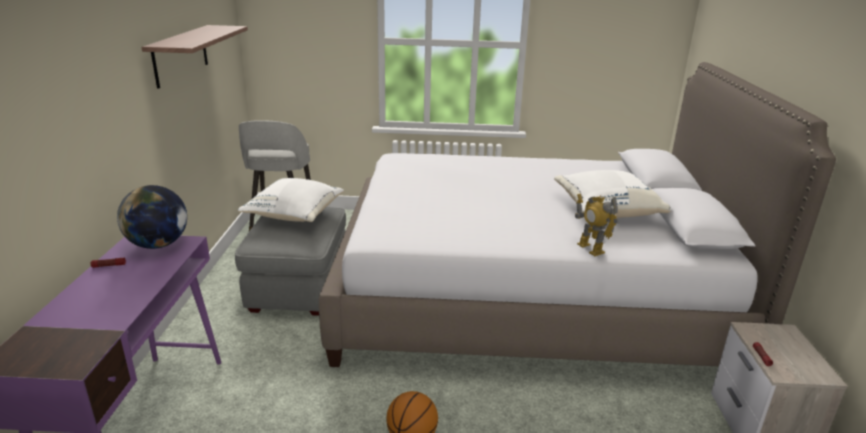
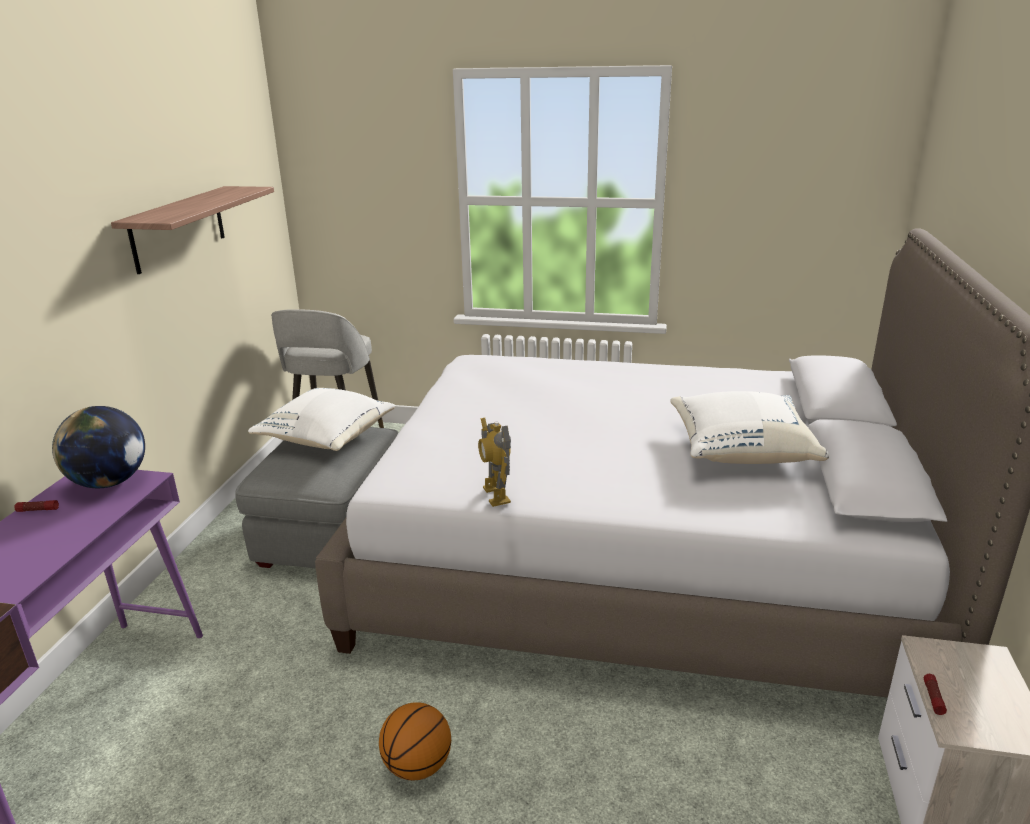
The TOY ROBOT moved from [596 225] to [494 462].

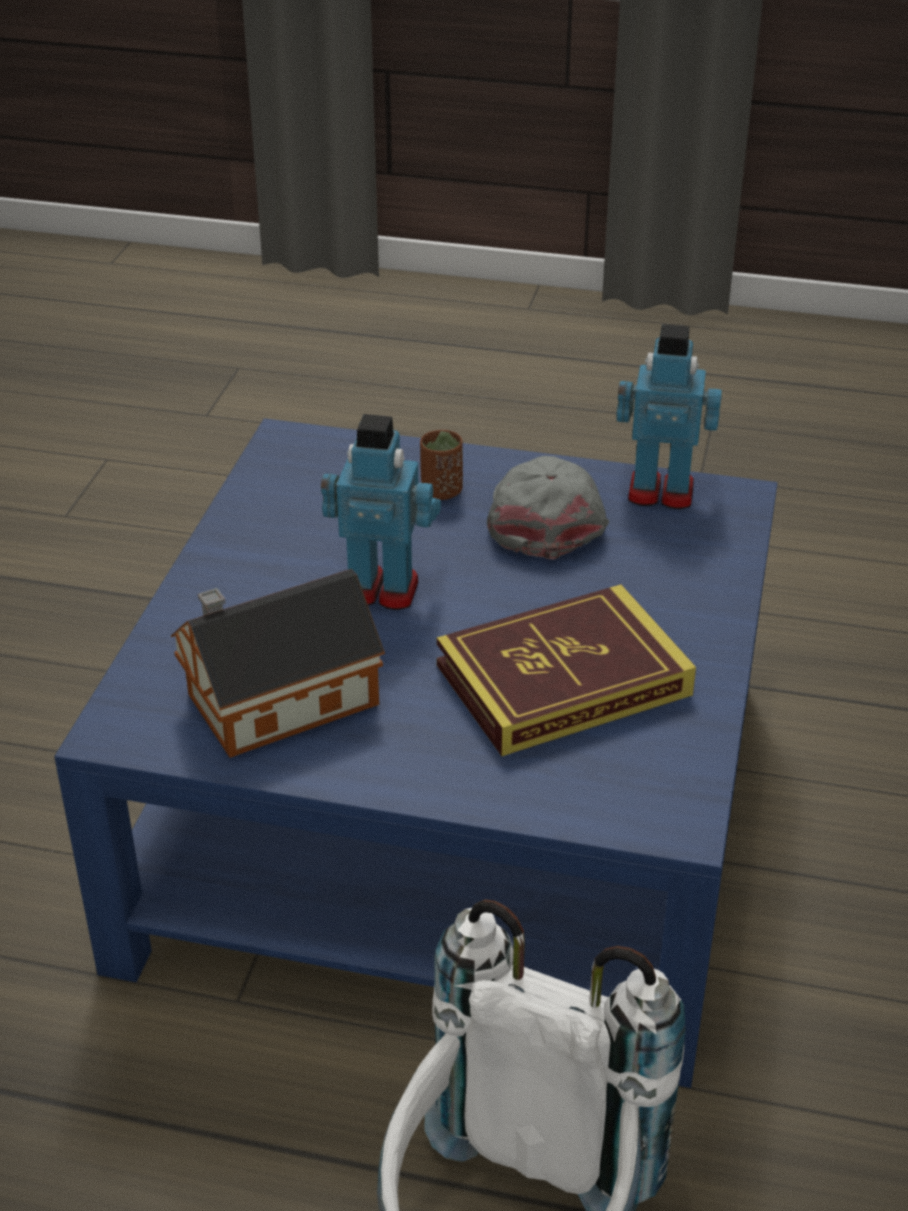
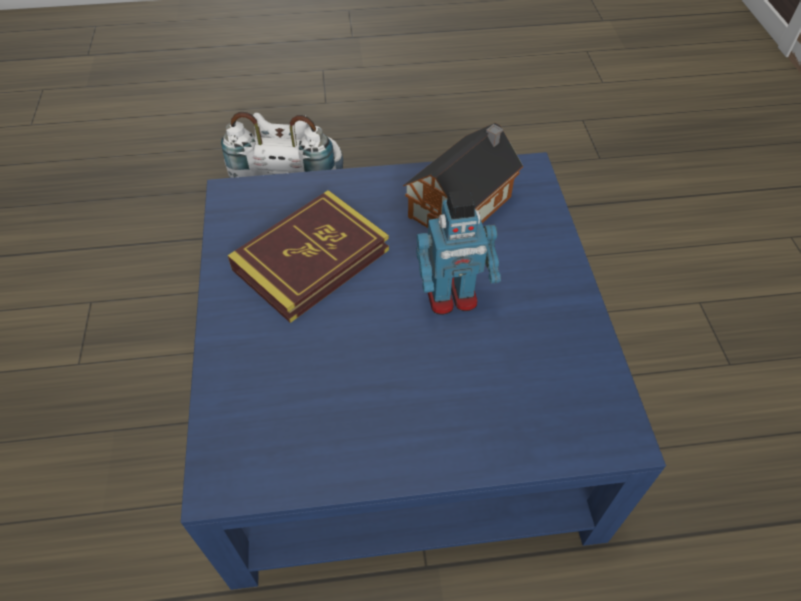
The TOY ROBOT at [669 417] disappeared.
The BROWN CUP at [441 465] disappeared.
The GREY CAP at [548 508] disappeared.

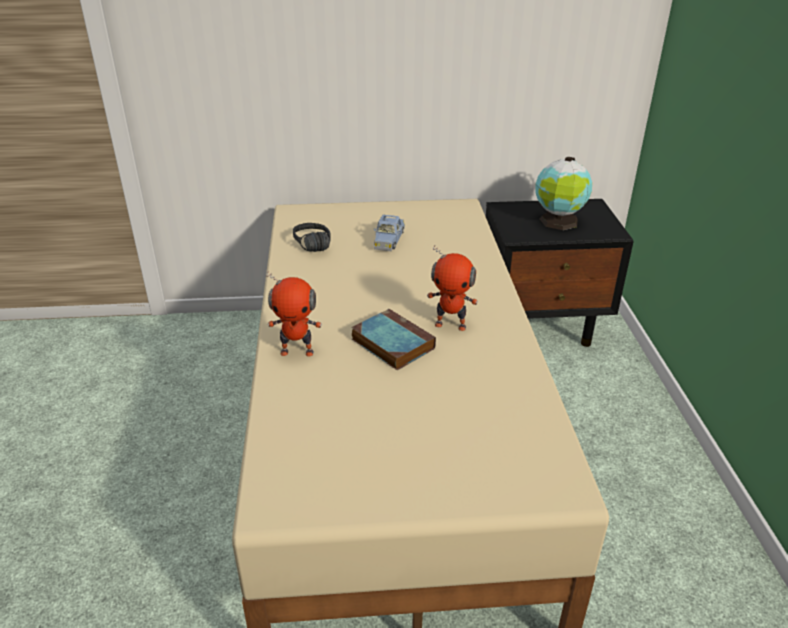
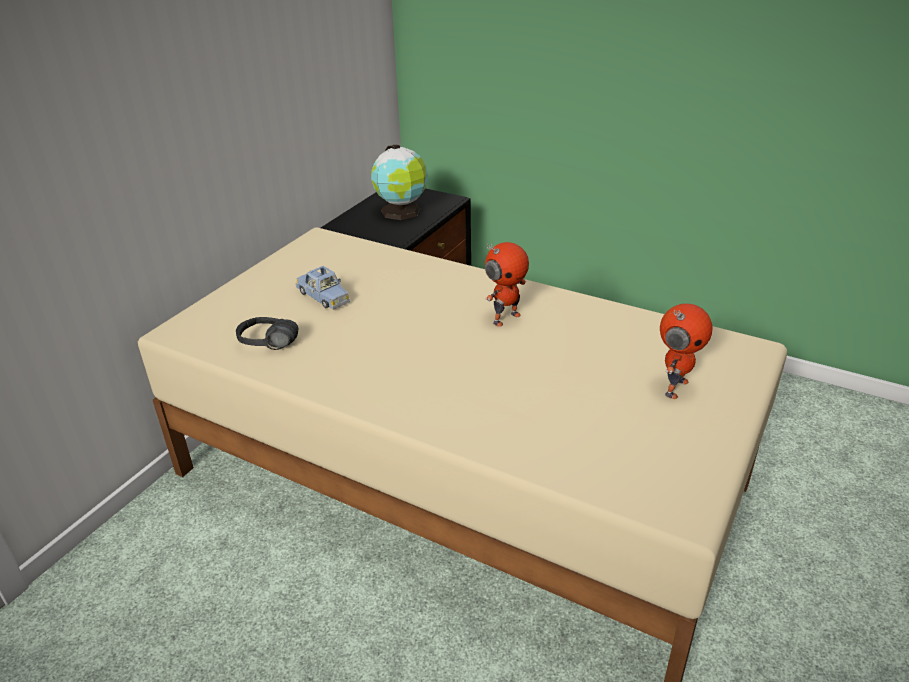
The TOY ROBOT moved from [294 313] to [686 351].
The BOOK at [393 339] disappeared.

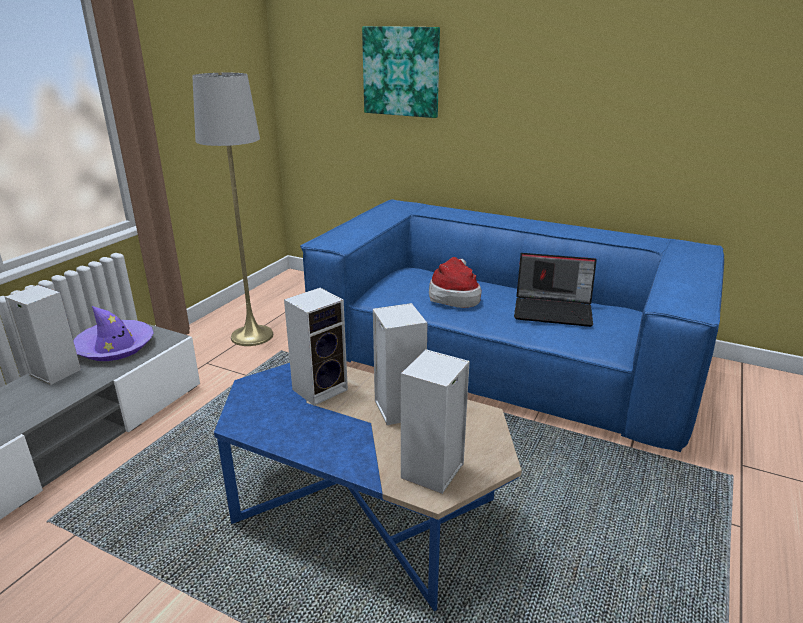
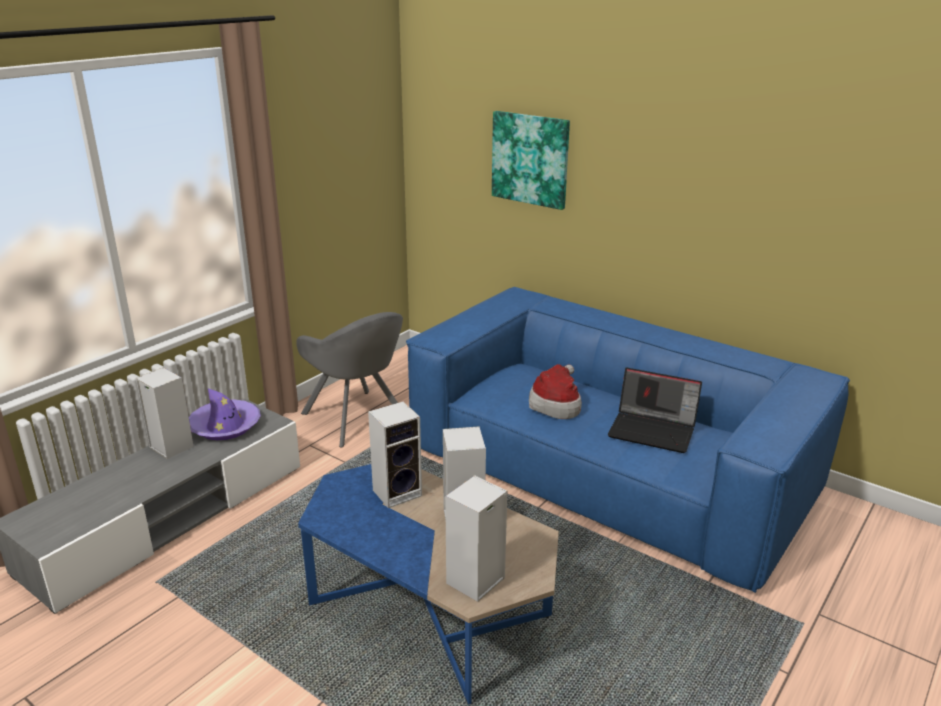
The GREY FLOOR LAMP at [232 209] was replaced by the GREY ARMCHAIR at [349 380].

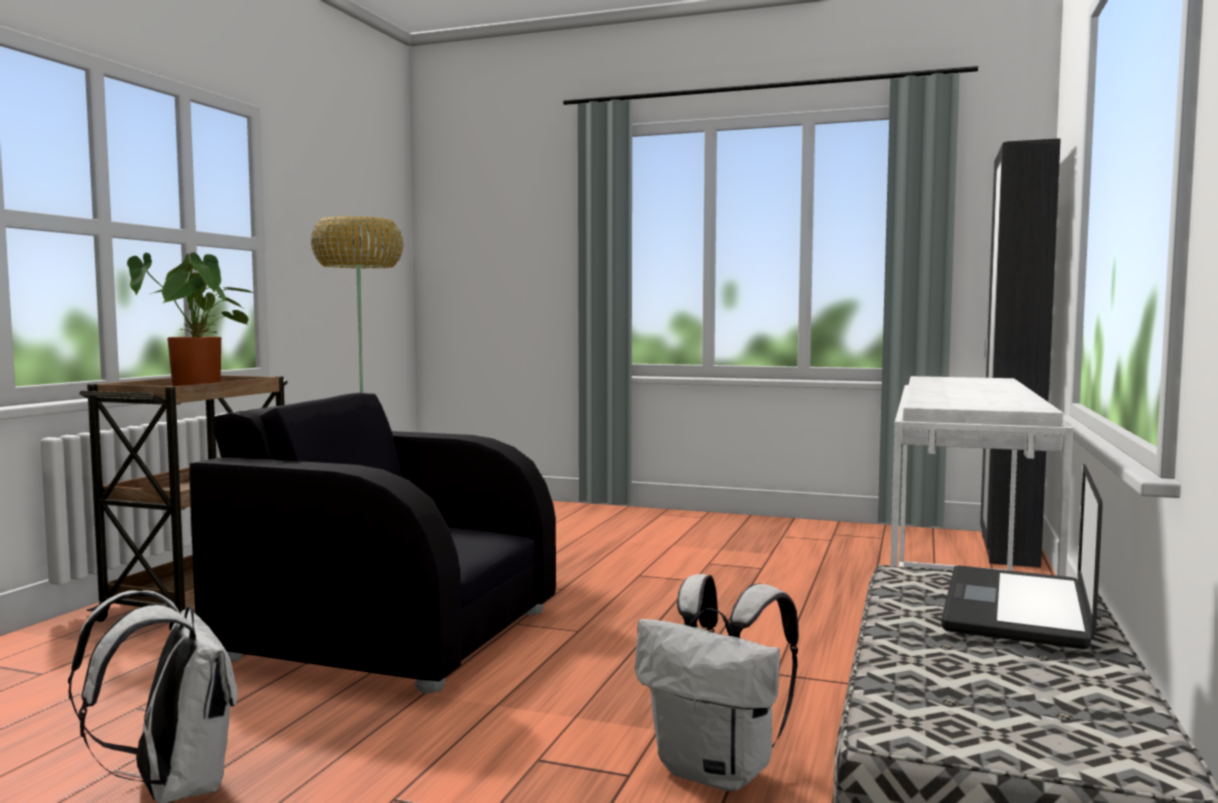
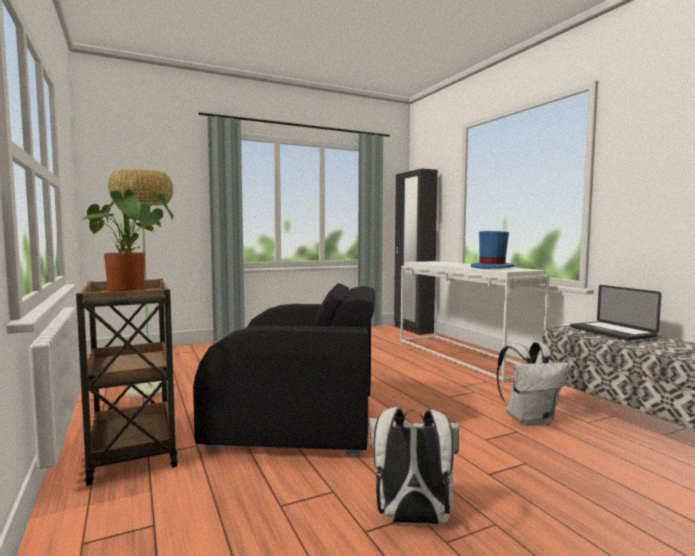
The BLACK ARMCHAIR at [373 543] turned 150 degrees counterclockwise.
The BLUE HAT at [493 250] appeared.

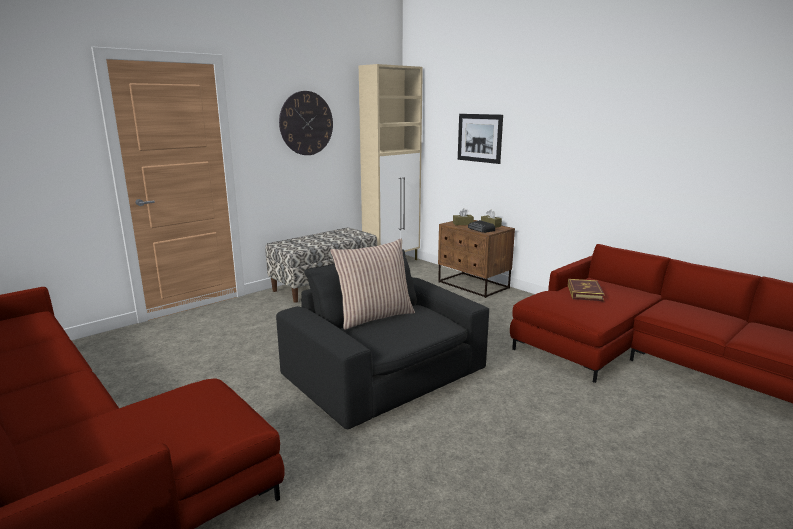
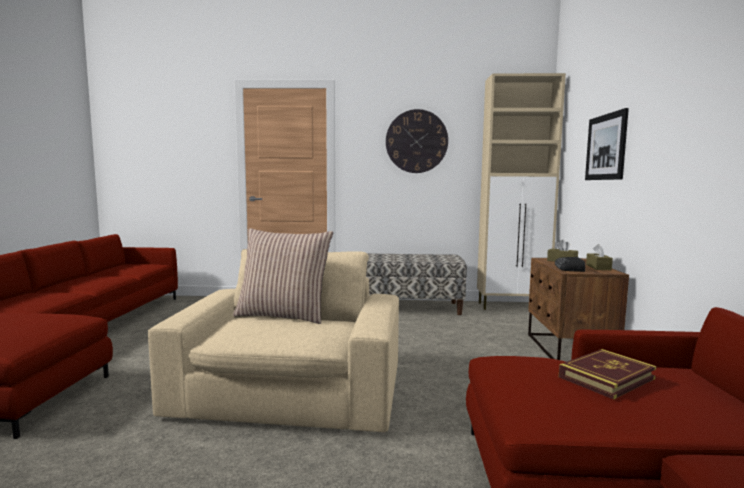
The BLACK ARMCHAIR at [382 339] became the BEIGE ARMCHAIR at [273 340].

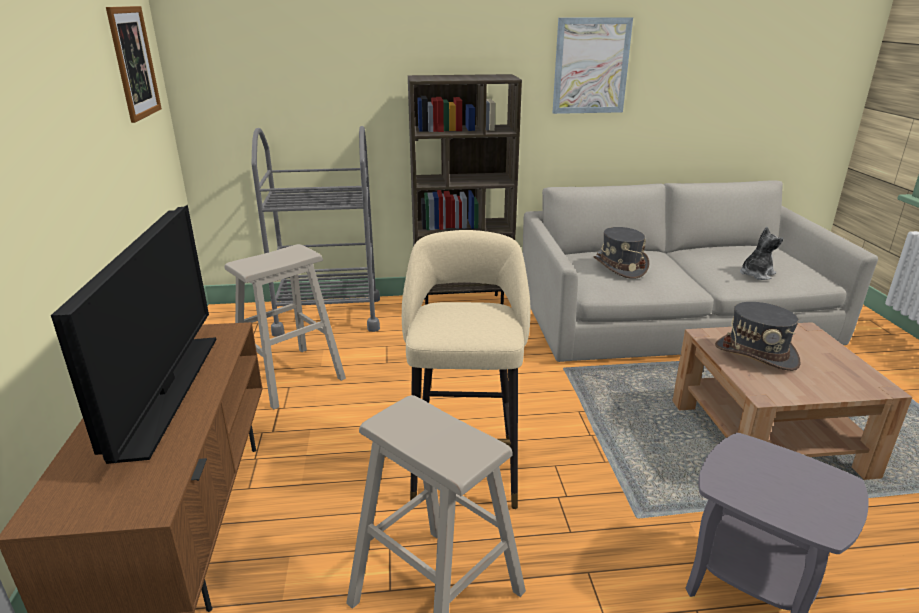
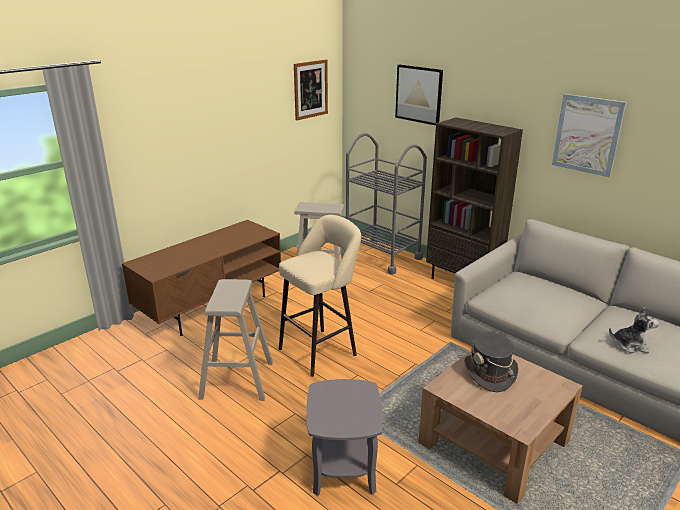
The TELEVISION at [134 334] disappeared.
The GREY HAT at [621 253] disappeared.
The PICTURE at [419 95] appeared.

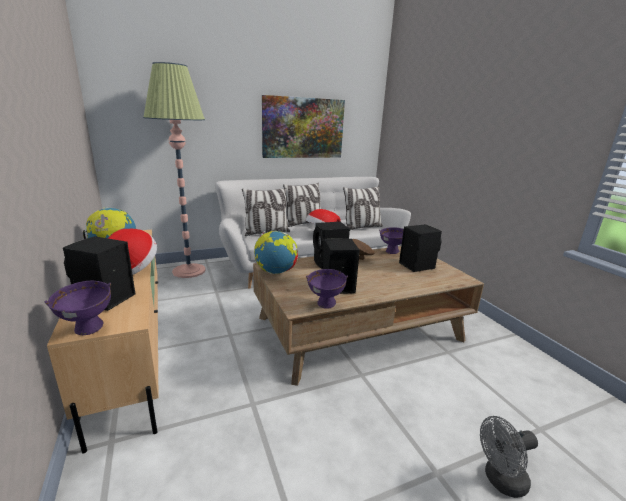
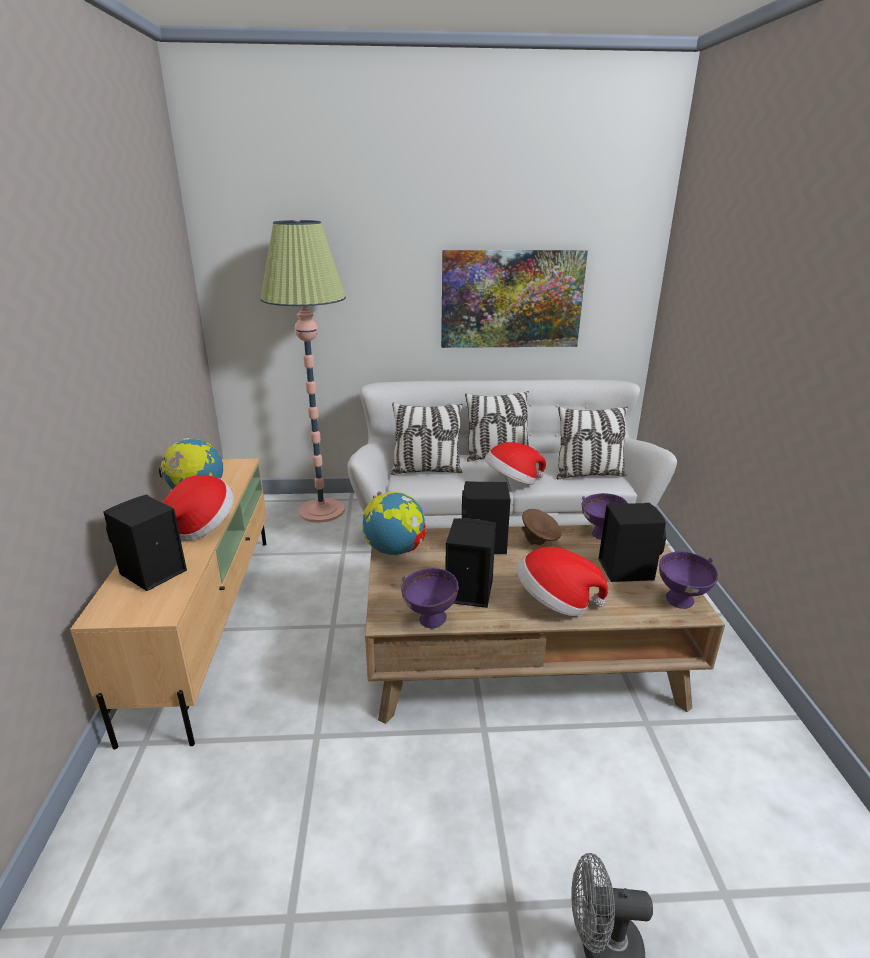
The PURPLE BOWL moved from [78 308] to [688 580].
The HAT at [562 581] appeared.

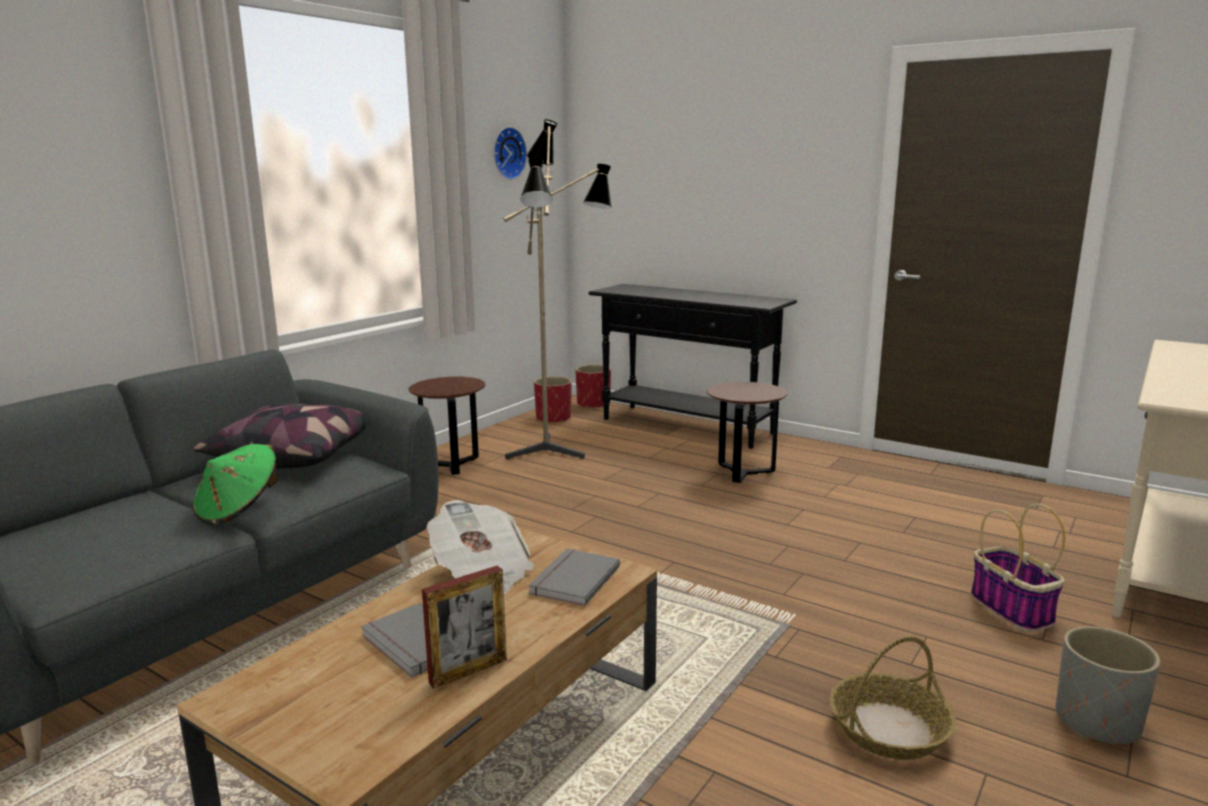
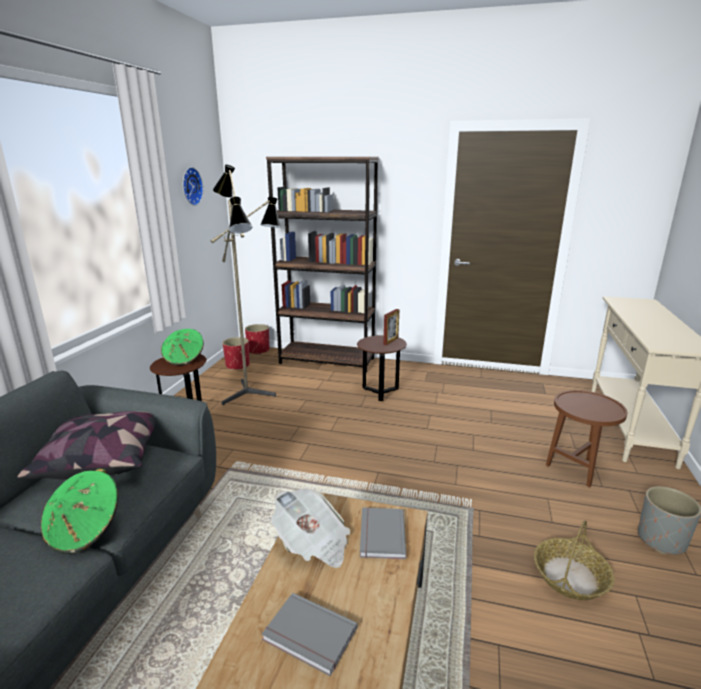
The BLACK CONSOLE TABLE at [692 366] was replaced by the BROWN BOOKCASE at [322 265].
The BASKET at [1018 568] was replaced by the BROWN SIDE TABLE at [586 439].
The PICTURE FRAME moved from [464 627] to [391 327].
The GREEN HAT at [182 347] appeared.

